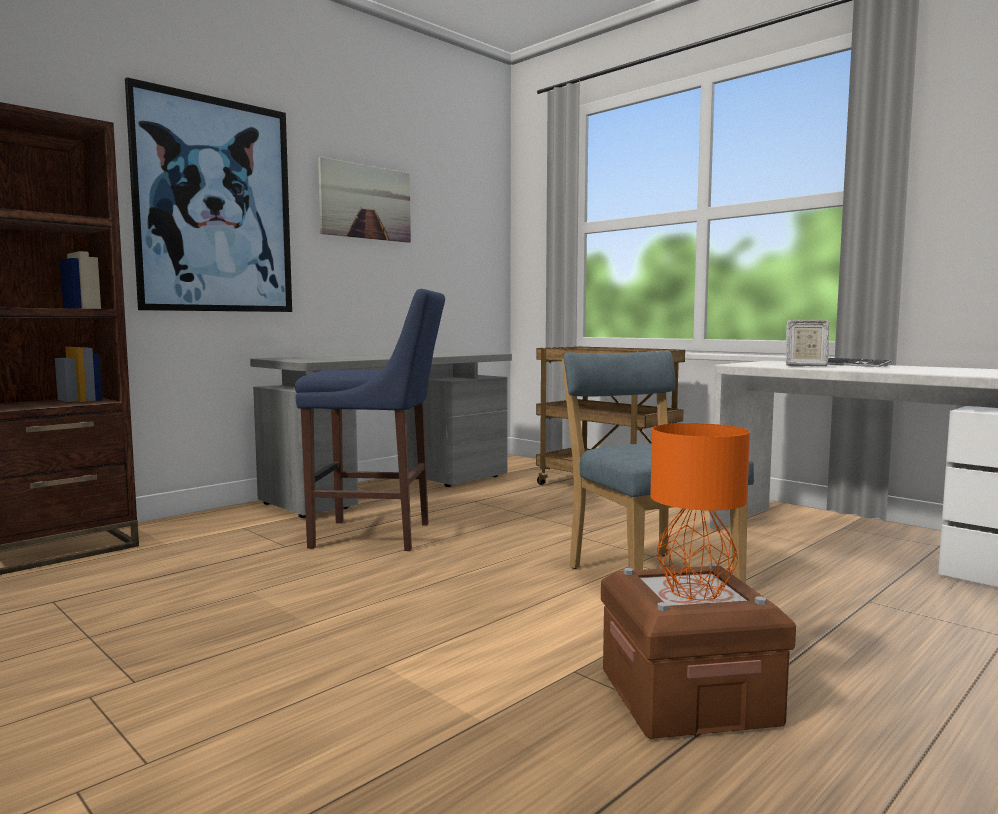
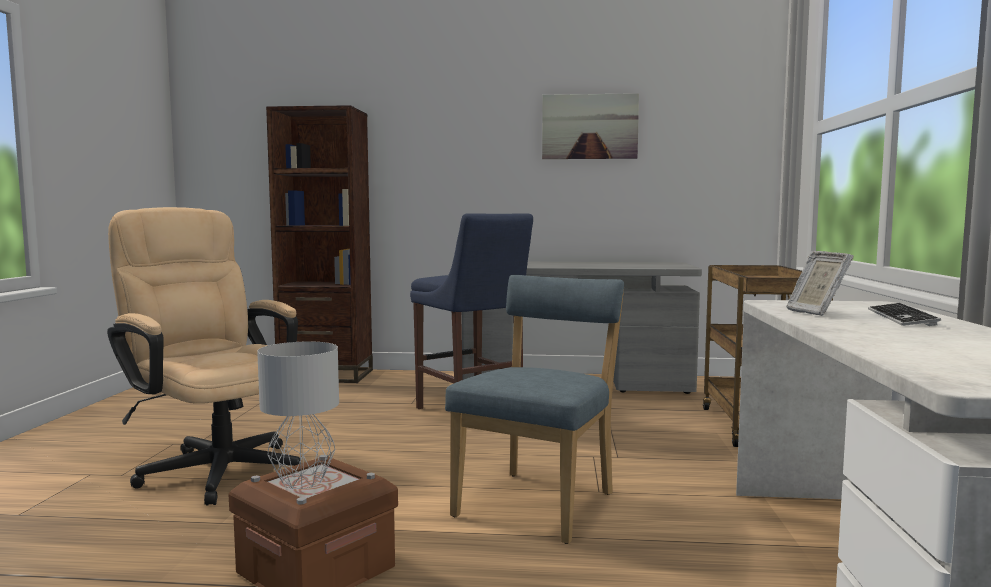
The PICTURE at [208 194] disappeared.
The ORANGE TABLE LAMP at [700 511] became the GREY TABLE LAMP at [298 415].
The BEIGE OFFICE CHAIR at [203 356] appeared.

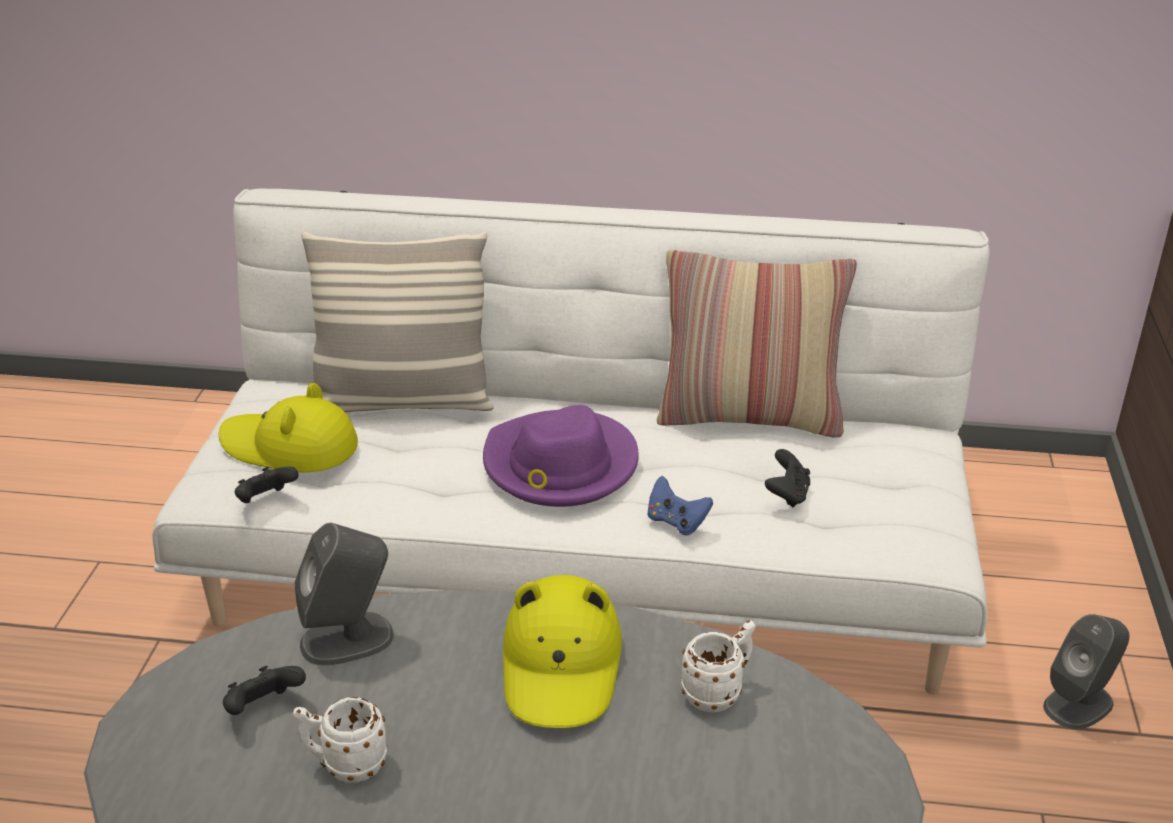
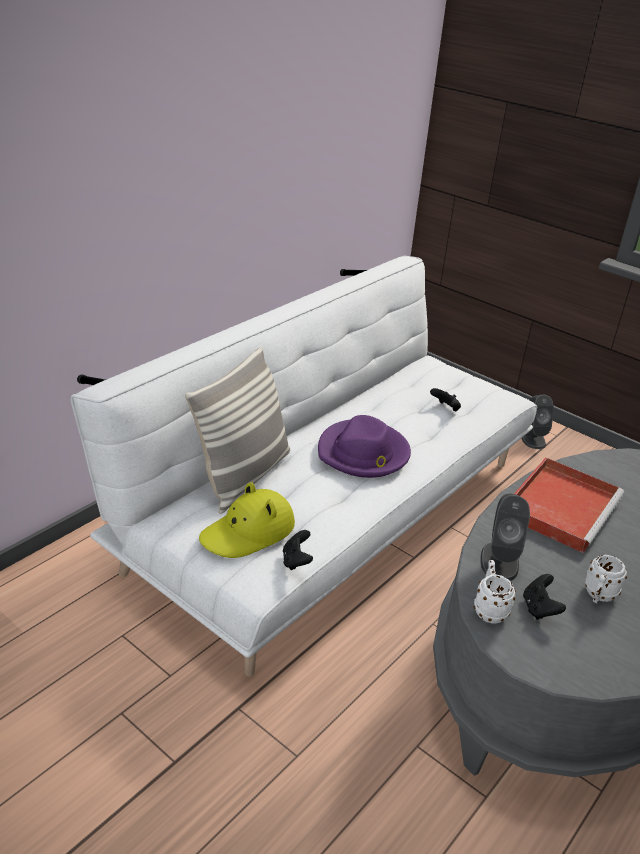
The PILLOW at [756 344] disappeared.
The BLUE GAME CONTROLLER at [680 505] disappeared.
The YELLOW HAT at [562 651] was replaced by the RED TRAY at [569 505].
The WHITE MUG moved from [718 666] to [495 592].

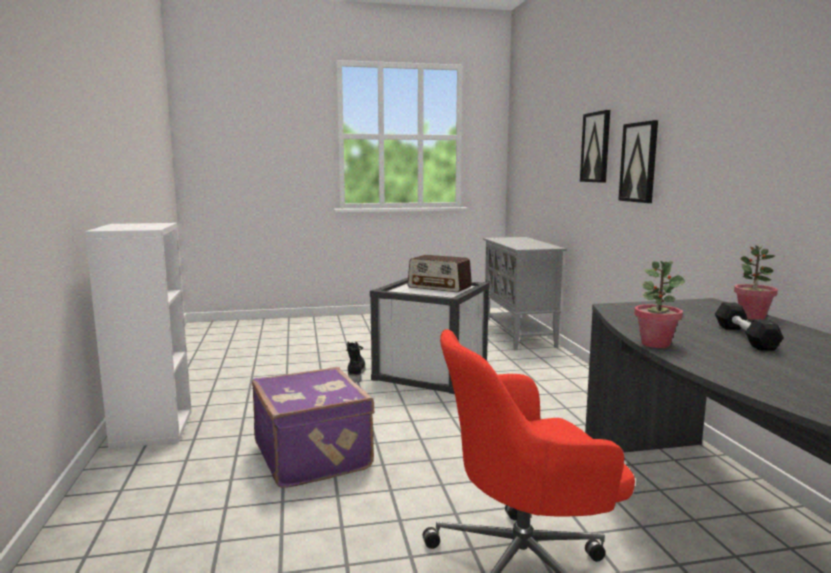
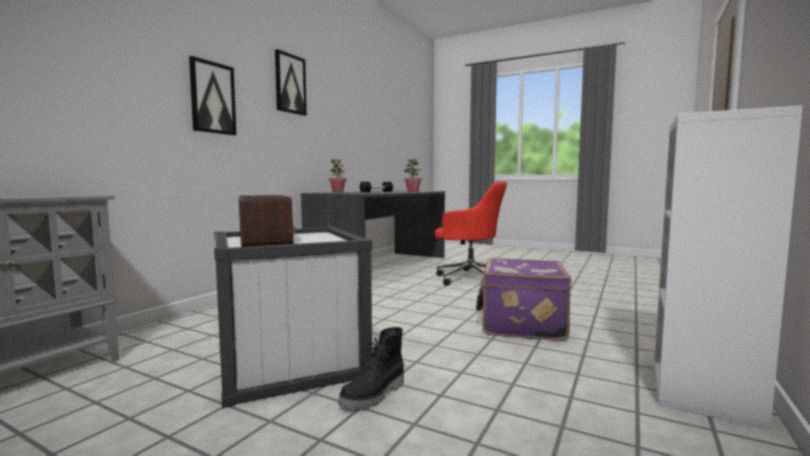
The PICTURE moved from [595 146] to [291 82].

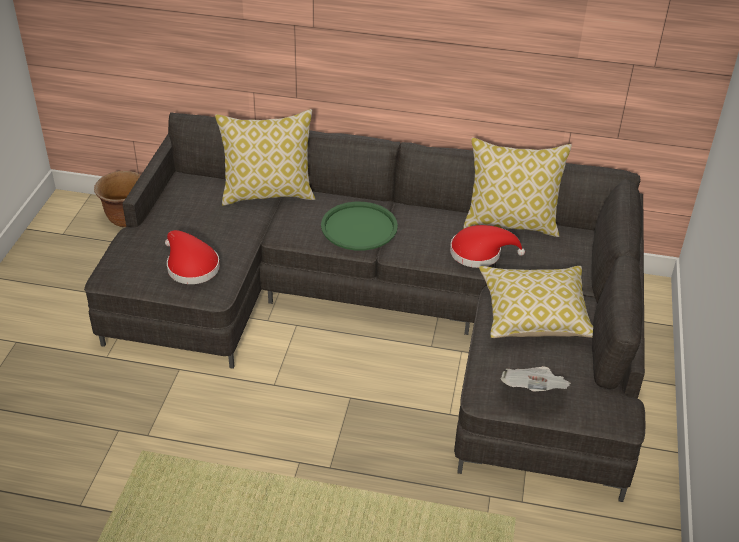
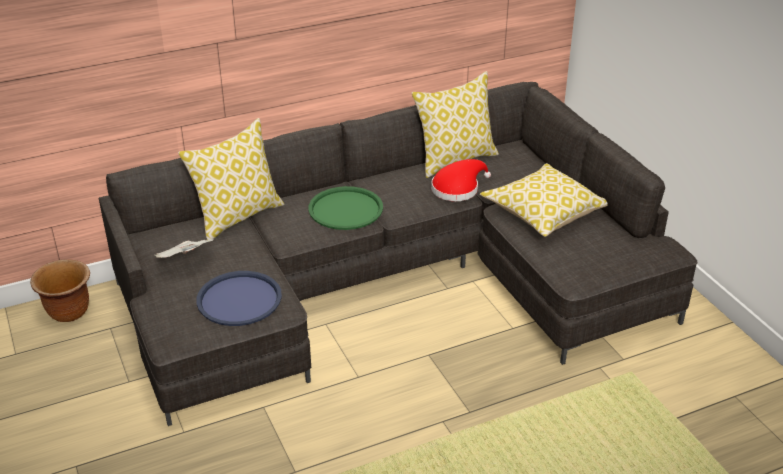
The RED HAT at [192 257] was replaced by the BLUE TRAY at [239 298].
The NEWSPAPER moved from [536 378] to [184 248].

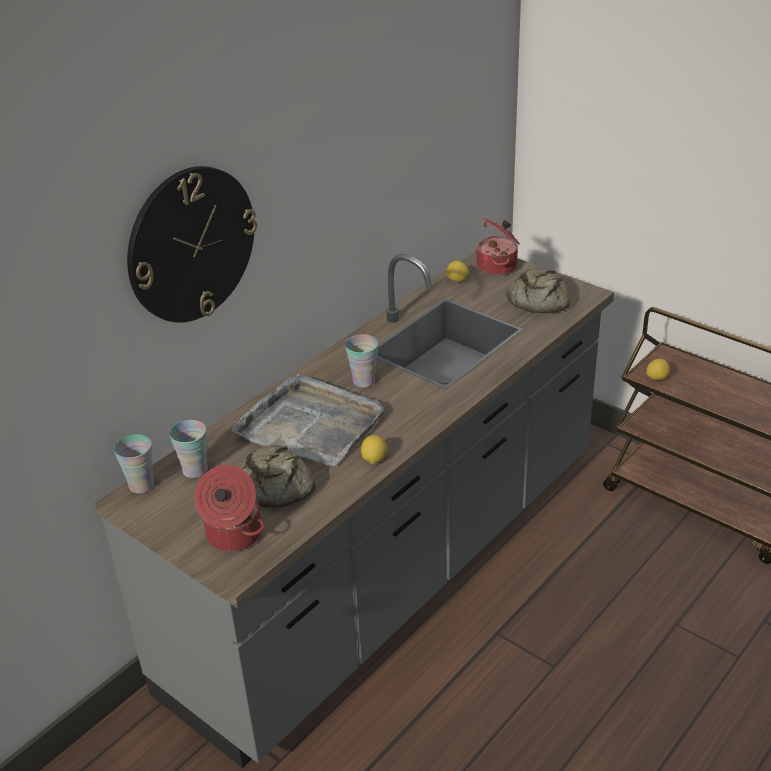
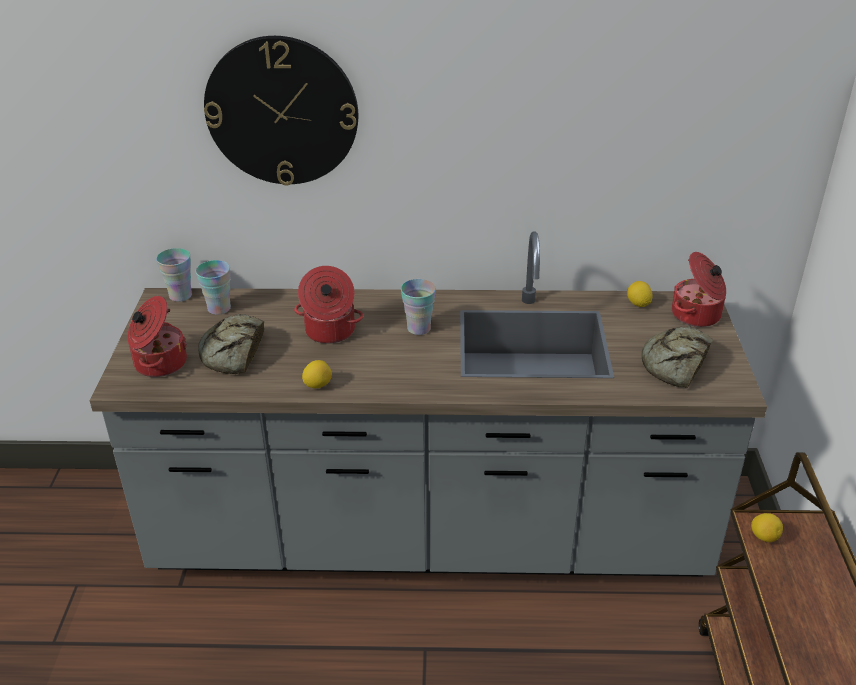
The GREY TRAY at [307 420] was replaced by the COOKING POT at [328 305].

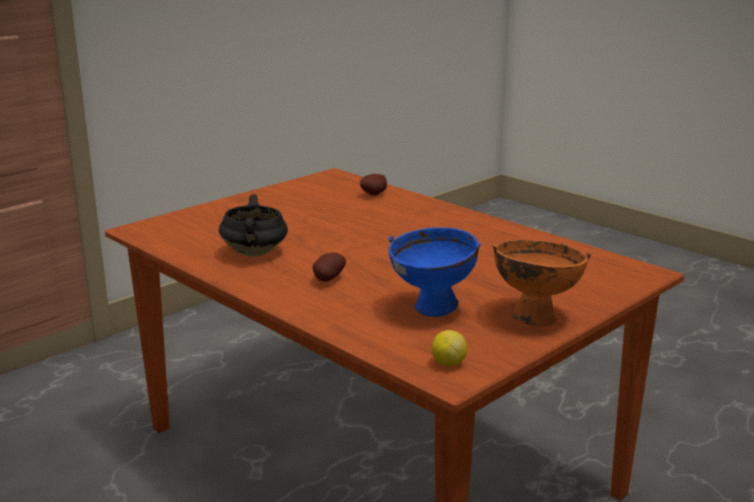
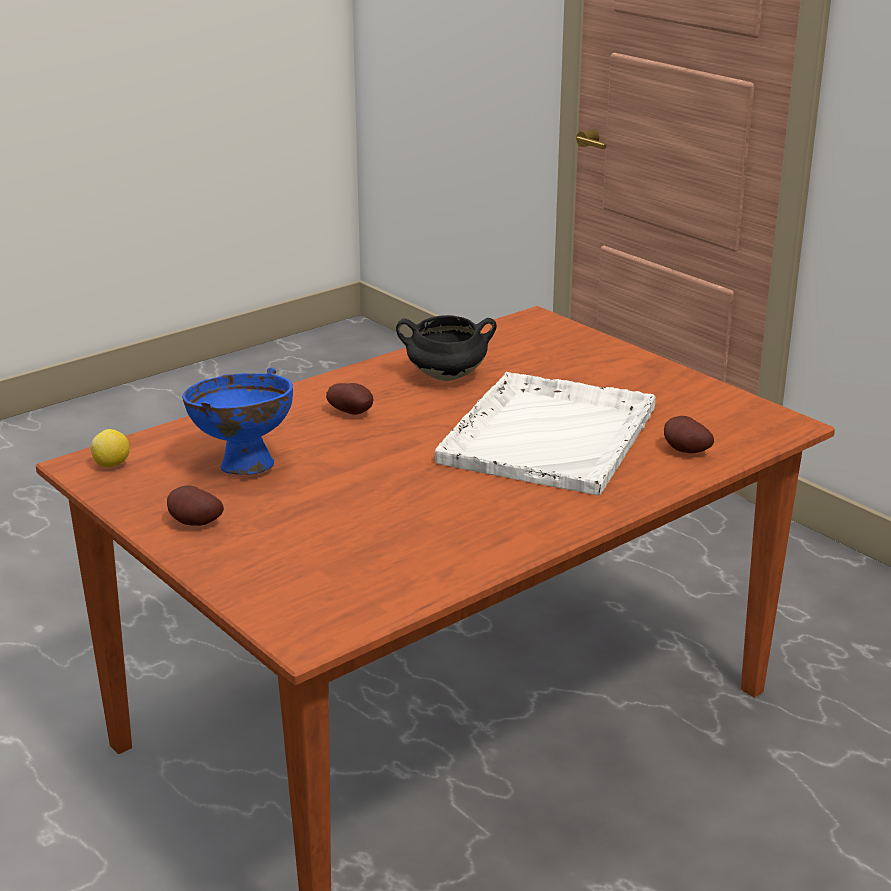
The ORANGE BOWL at [541 283] was replaced by the POTATO at [195 505].
The WHITE TRAY at [545 433] appeared.

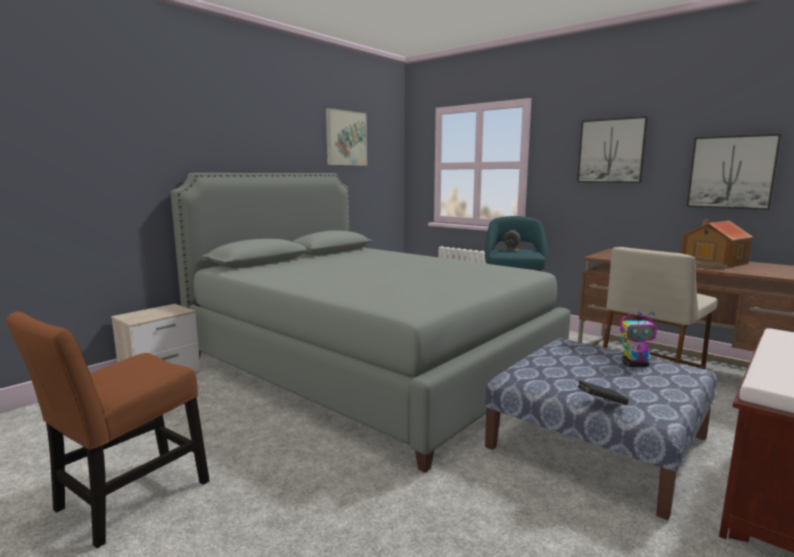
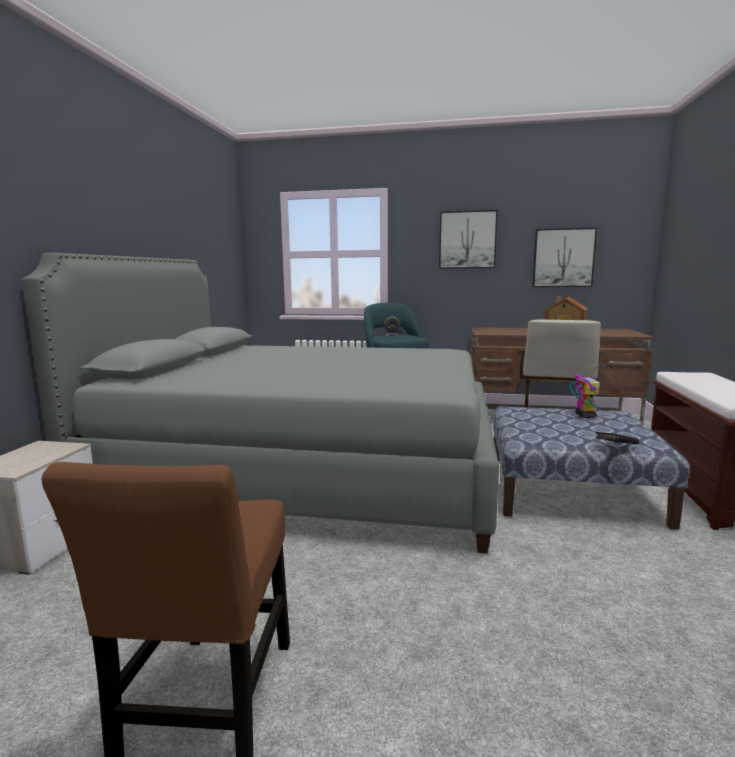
The PICTURE at [346 137] disappeared.
The TOY ROBOT at [638 339] turned 60 degrees counterclockwise.

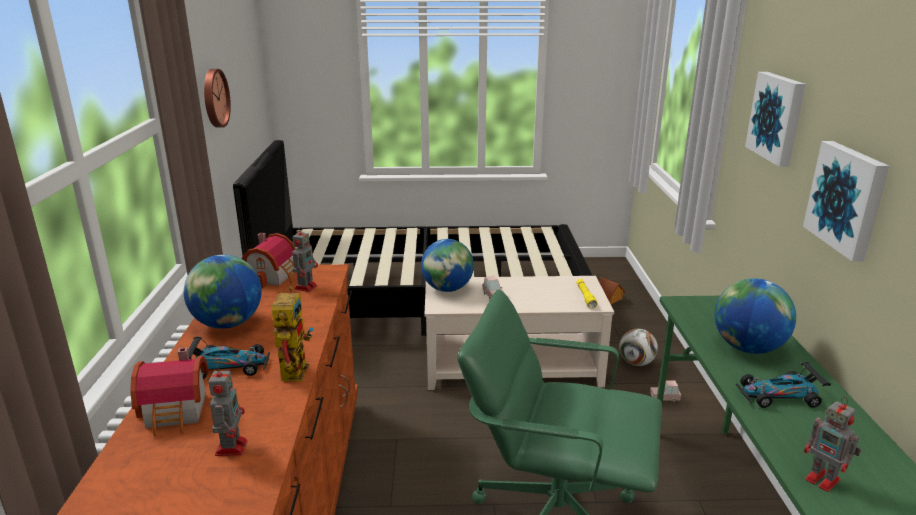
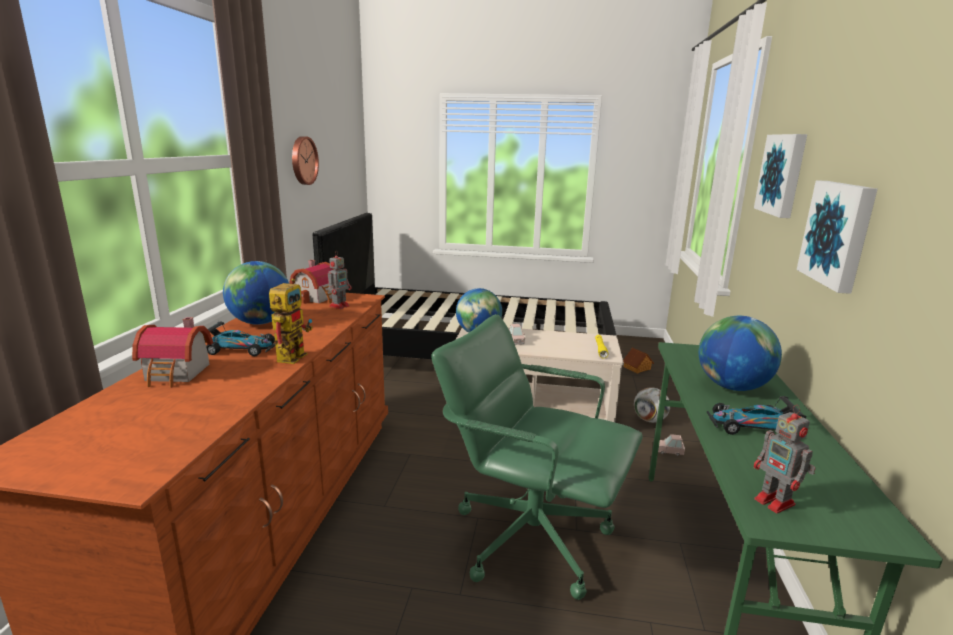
The TOY ROBOT at [228 410] disappeared.

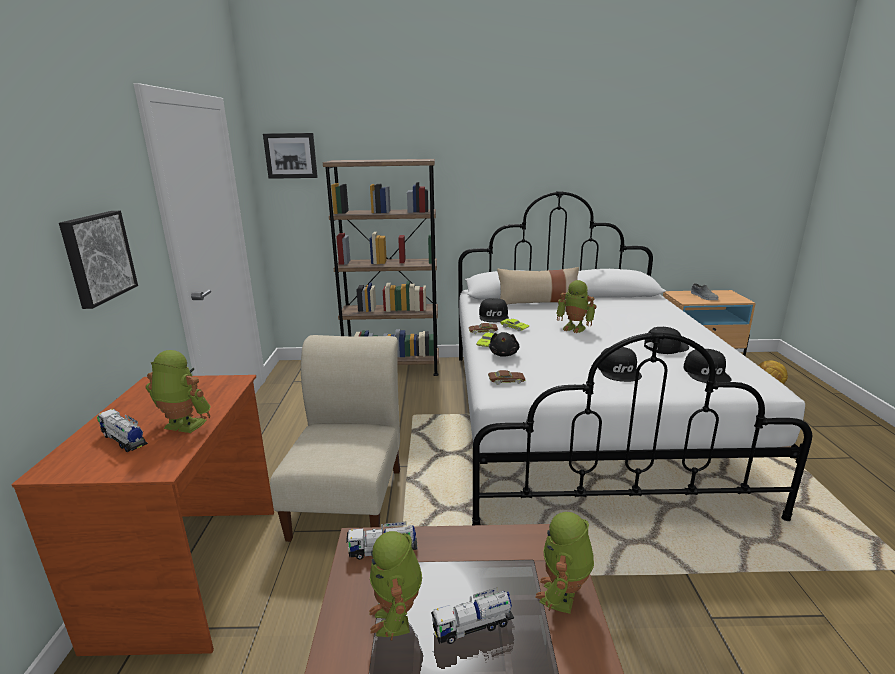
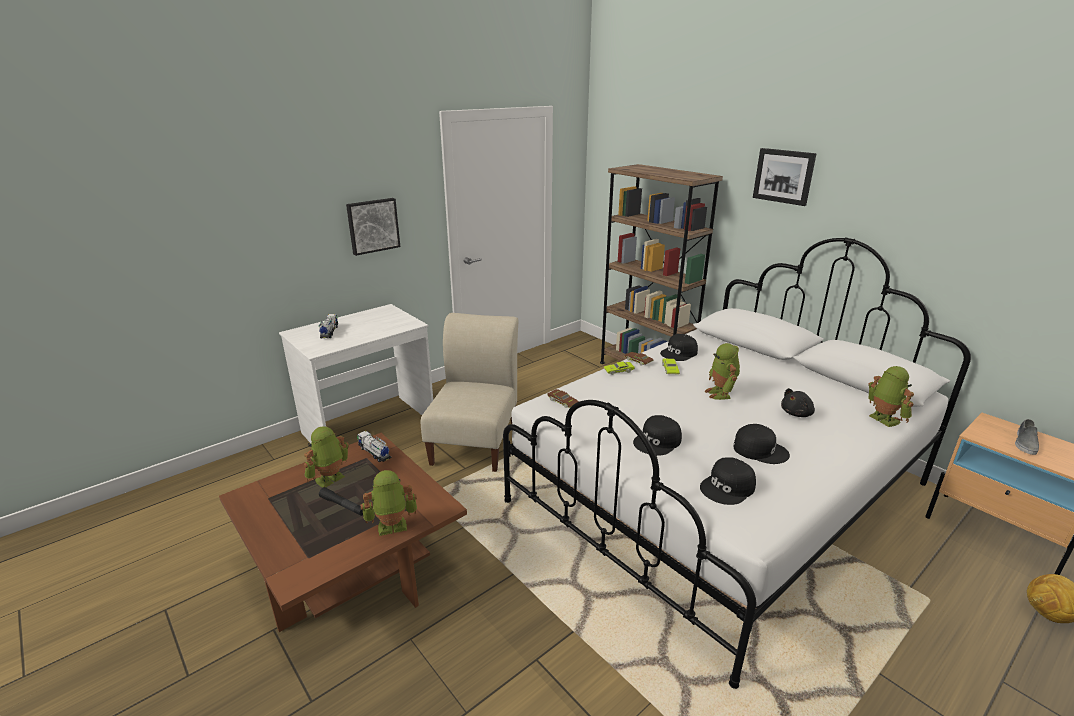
The PICTURE moved from [290 156] to [785 177].
The BEIGE PILLOW at [538 286] disappeared.
The BLACK PLUSH TOY moved from [504 344] to [798 402].
The BEIGE CHAIR at [335 438] turned 45 degrees counterclockwise.
The TOY ROBOT moved from [177 391] to [891 396].
The BROWN DESK at [143 515] became the WHITE DESK at [356 373].
The TOY TRUCK at [472 616] was replaced by the BLACK FLASHLIGHT at [341 501].

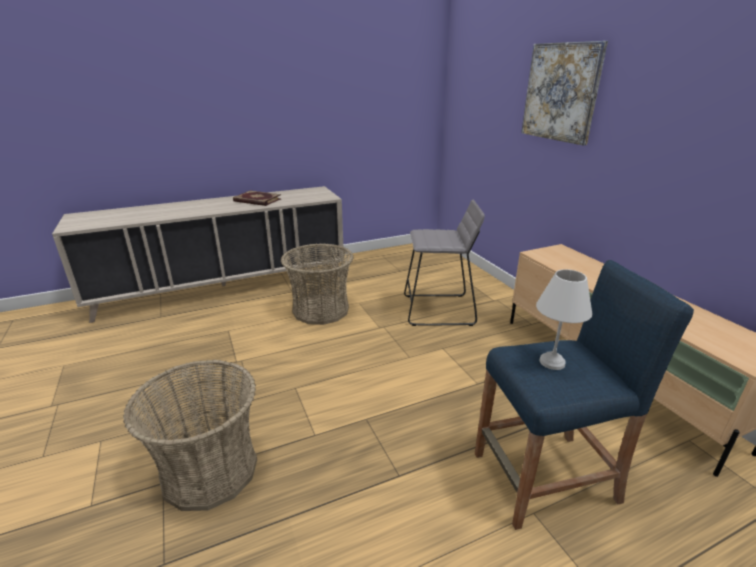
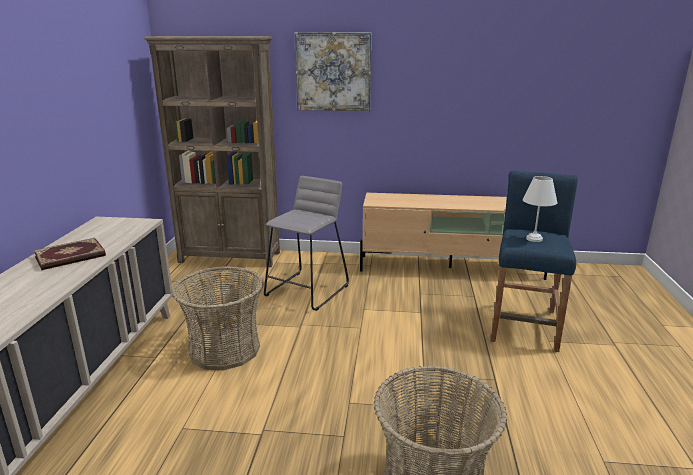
The BROWN BOOKCASE at [212 151] appeared.

